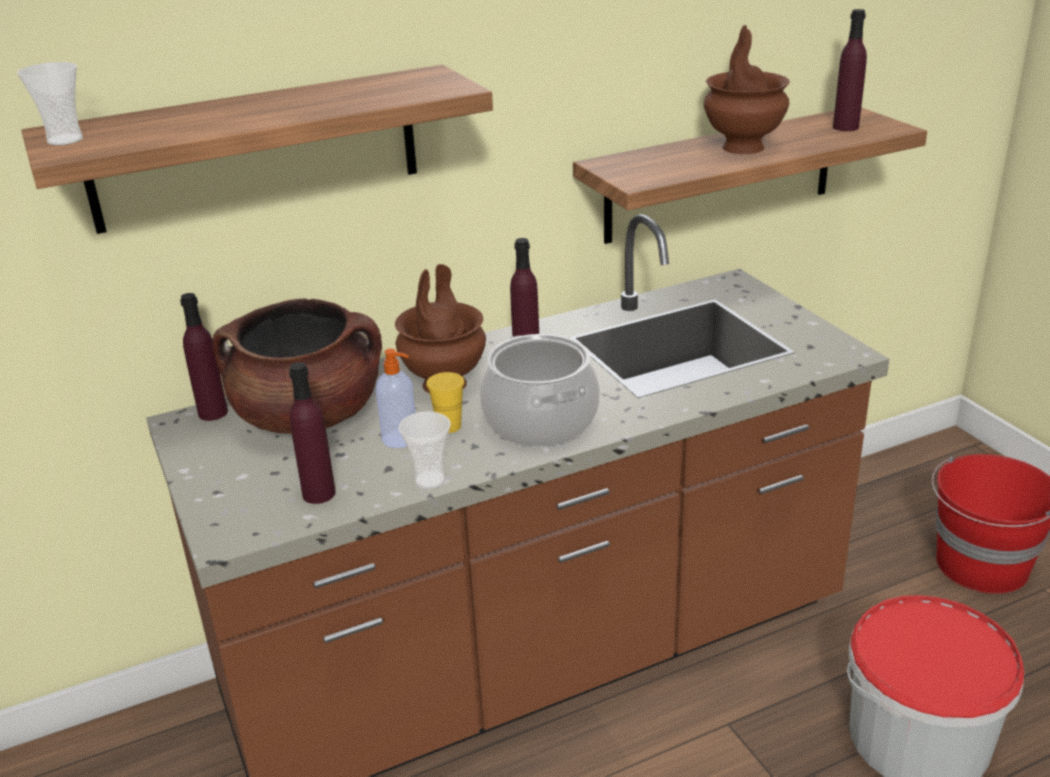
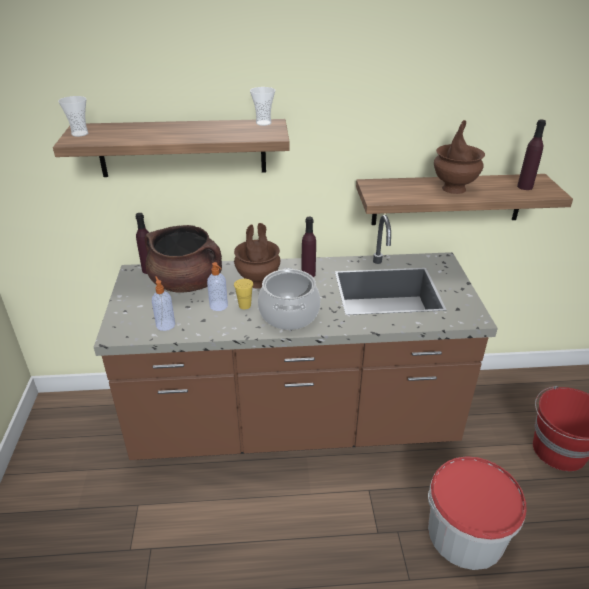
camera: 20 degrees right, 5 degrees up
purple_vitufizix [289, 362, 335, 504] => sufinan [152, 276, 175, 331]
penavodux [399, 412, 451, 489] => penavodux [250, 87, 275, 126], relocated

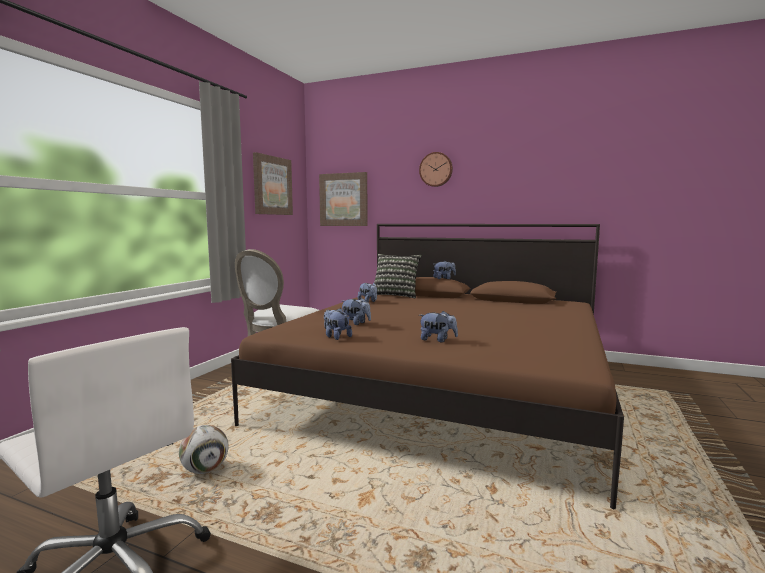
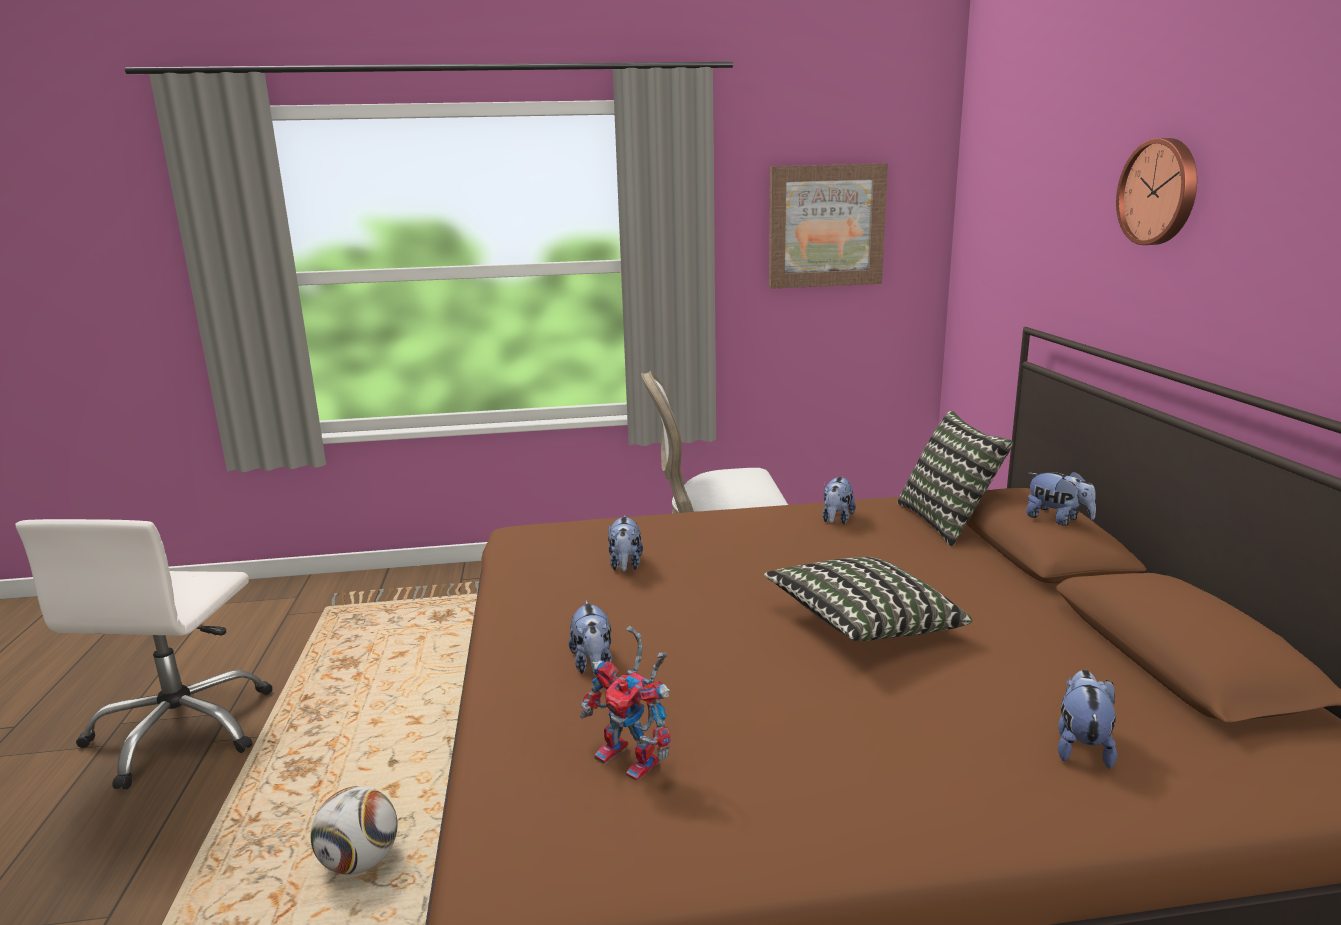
camera: 60 degrees right, 10 degrees up
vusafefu [179, 425, 229, 474] => vusafefu [311, 786, 397, 875], relocated
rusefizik [319, 172, 368, 226] => nothing
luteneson [324, 308, 352, 340] => luteneson [1058, 670, 1117, 769], relocated
nothing => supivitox [580, 626, 671, 781]
nothing => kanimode [764, 557, 972, 641]

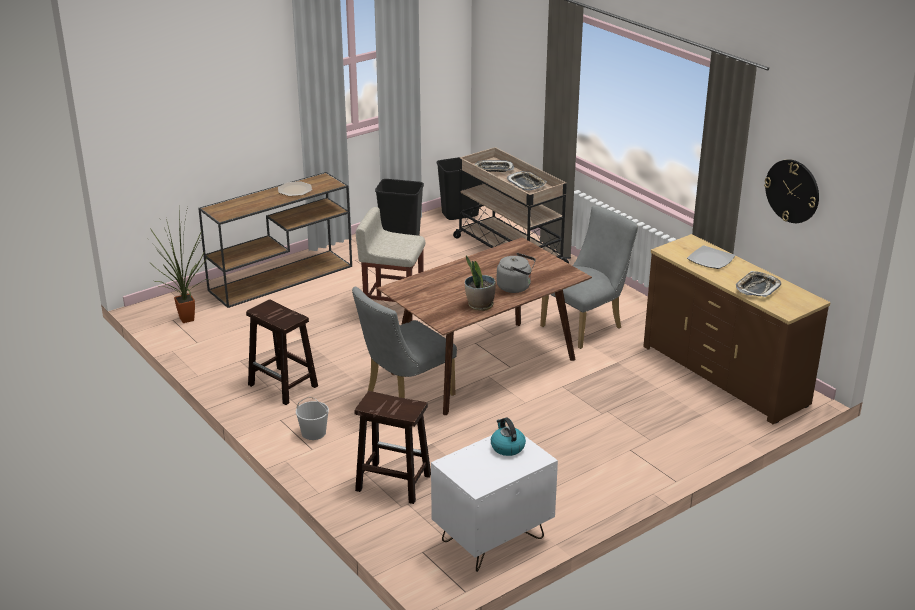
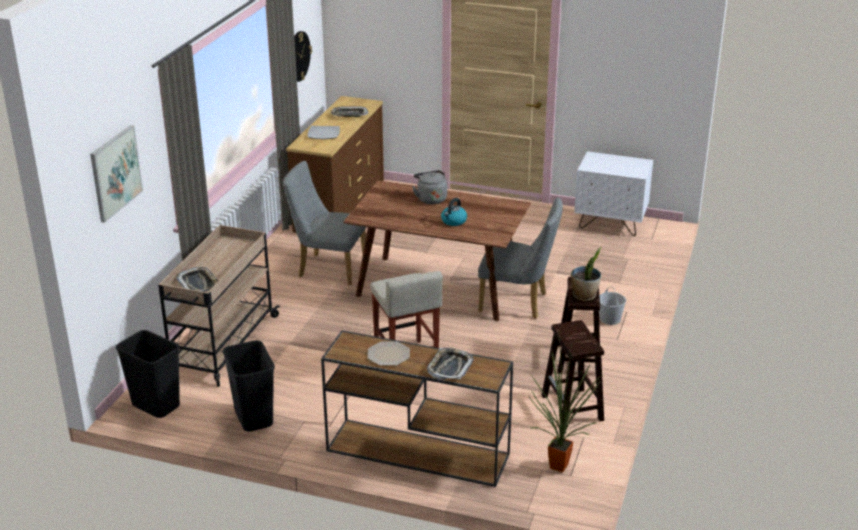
camera: 125 degrees left, 0 degrees up
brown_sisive [355, 391, 431, 504] => brown_sisive [542, 320, 604, 421], relocated
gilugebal [465, 255, 496, 311] => gilugebal [571, 247, 601, 301], relocated
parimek [491, 417, 526, 456] => parimek [441, 198, 467, 226], relocated
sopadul [506, 171, 547, 191] => sopadul [427, 348, 474, 380], relocated
nothing => rusefizik [90, 125, 143, 223]

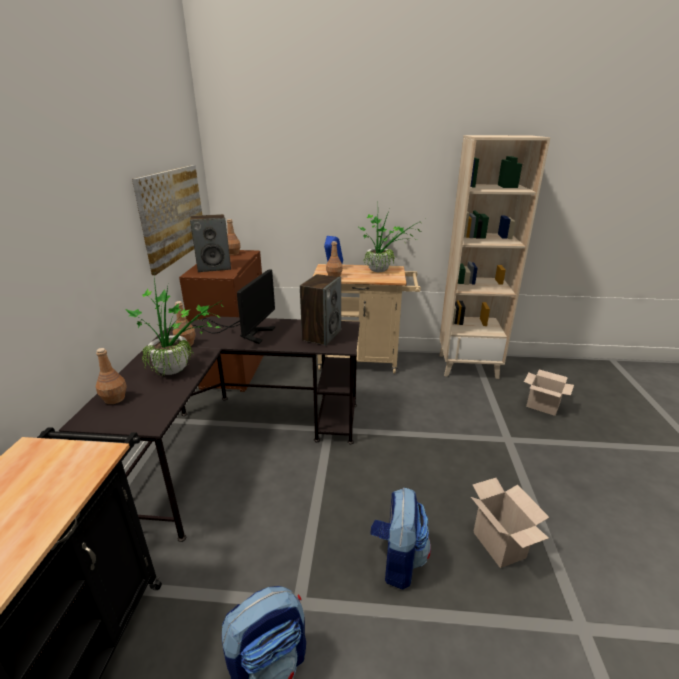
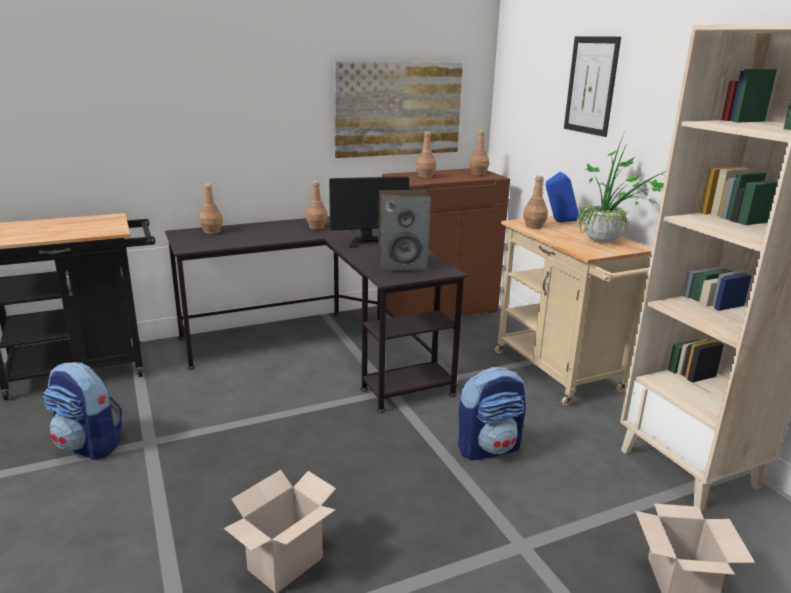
camera: 60 degrees right, 5 degrees down
gilugebal [125, 277, 223, 375] => nothing
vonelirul [190, 214, 231, 272] => brown_vitufizix [416, 132, 436, 178]
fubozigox [370, 487, 431, 590] => fubozigox [458, 367, 526, 460], relocated
nothing => rusefizik [564, 36, 621, 137]

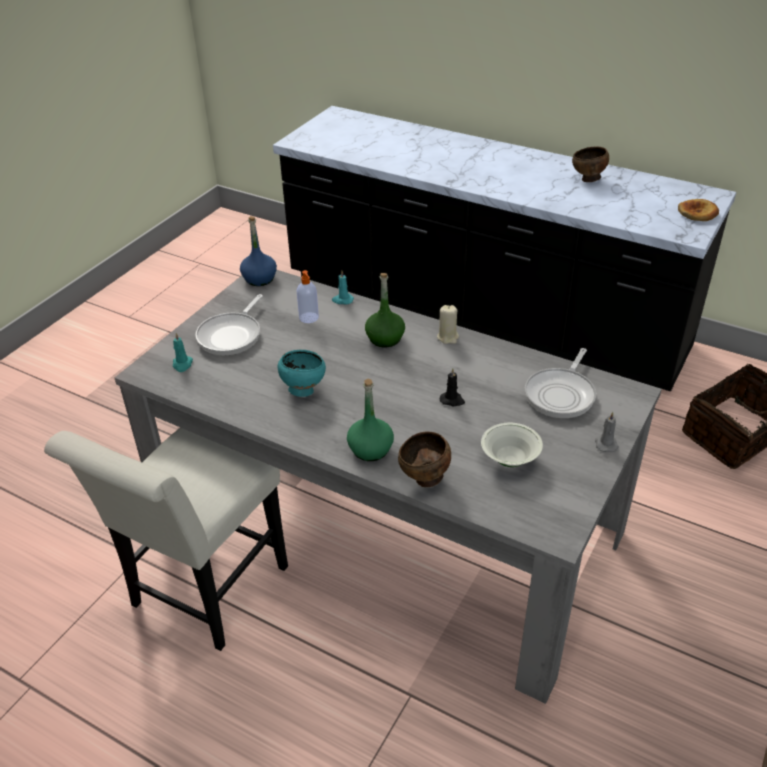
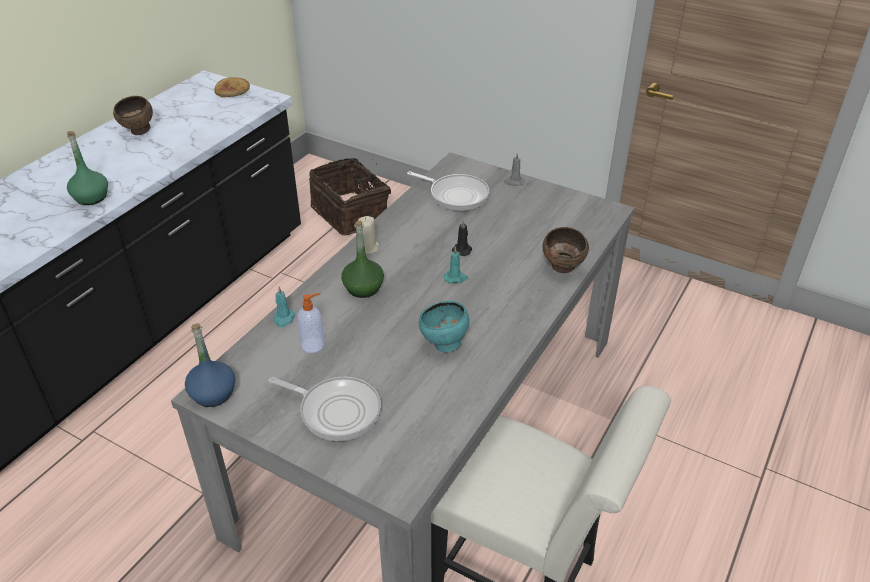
camera: 90 degrees left, 0 degrees up
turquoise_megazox [173, 333, 193, 372] => turquoise_megazox [444, 247, 468, 283], relocated
green_vitufizix [347, 379, 394, 461] => green_vitufizix [67, 131, 108, 205], relocated
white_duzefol [481, 423, 543, 467] => nothing

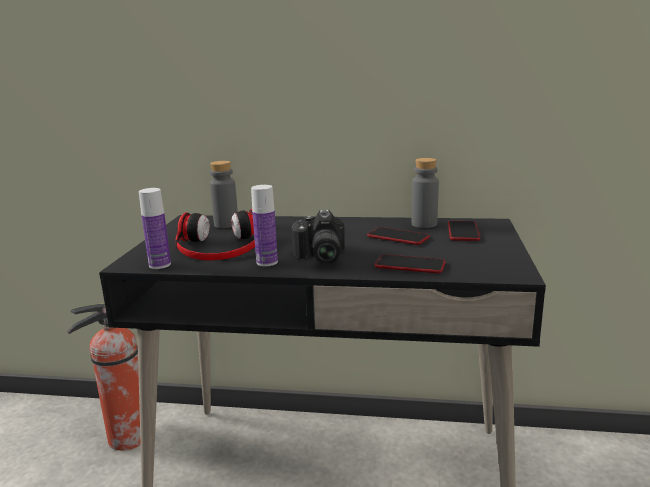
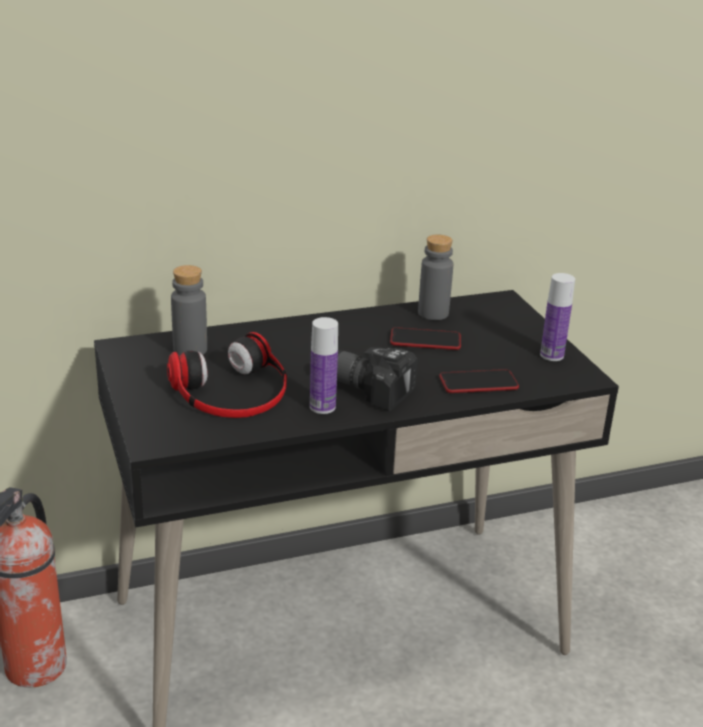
camera: 30 degrees left, 10 degrees up
vitufizix [139, 188, 171, 269] => vitufizix [540, 273, 575, 361], relocated
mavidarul [291, 210, 345, 265] => mavidarul [337, 347, 418, 412], 150 degrees clockwise
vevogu [448, 221, 480, 241] => nothing

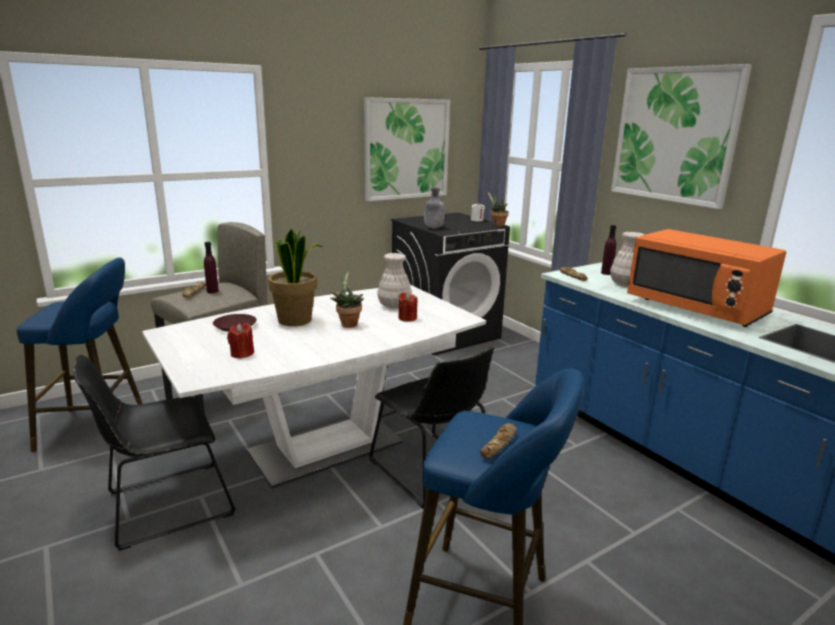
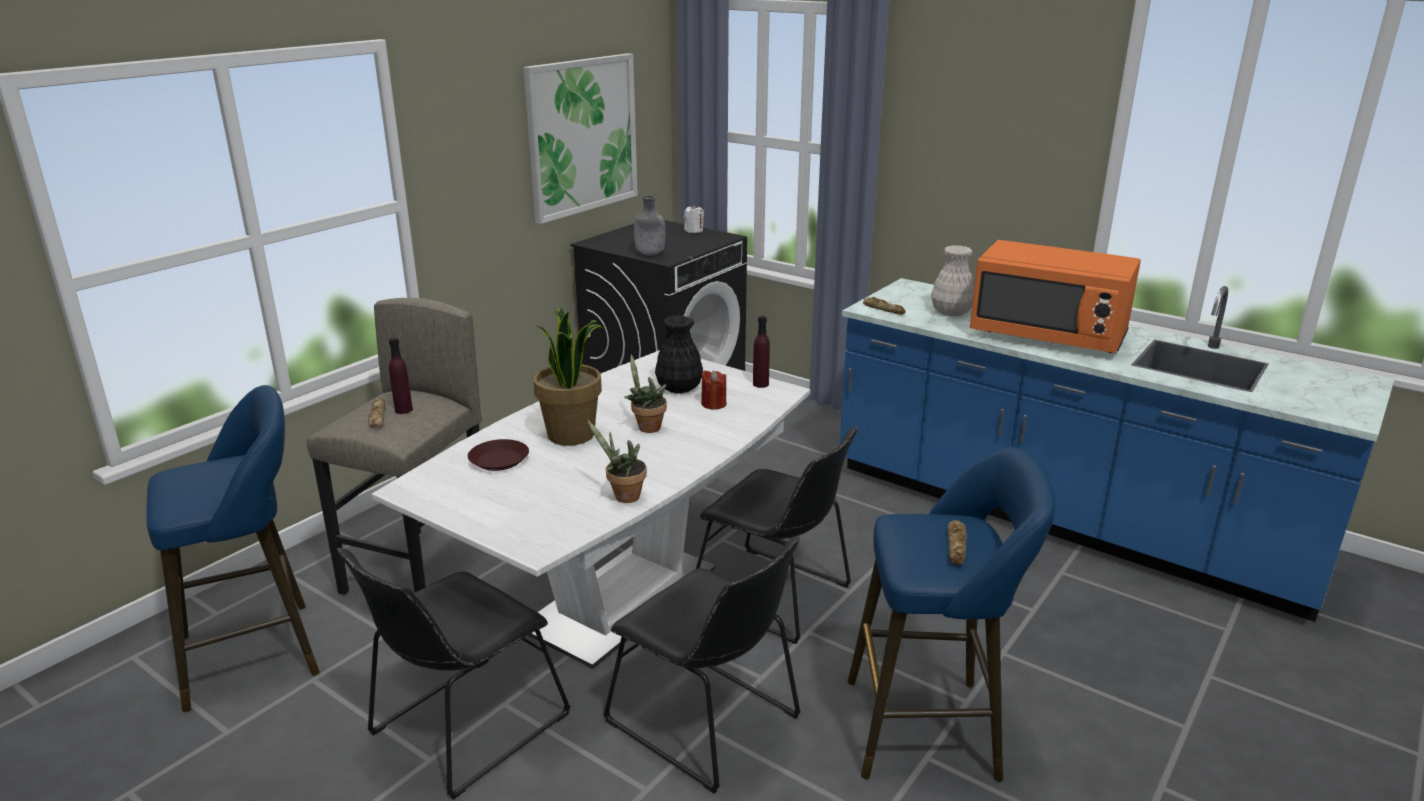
camera: 20 degrees left, 5 degrees up
red_megazox [227, 323, 254, 359] => nothing
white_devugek [377, 253, 412, 309] => black_devugek [655, 315, 703, 393]
gilugebal [487, 191, 509, 227] => gilugebal [587, 419, 647, 503], relocated
purple_vitufizix [601, 225, 616, 275] => purple_vitufizix [753, 316, 770, 388], relocated
rusefizik [611, 64, 752, 209] => nothing
nothing => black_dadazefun [603, 537, 801, 794]

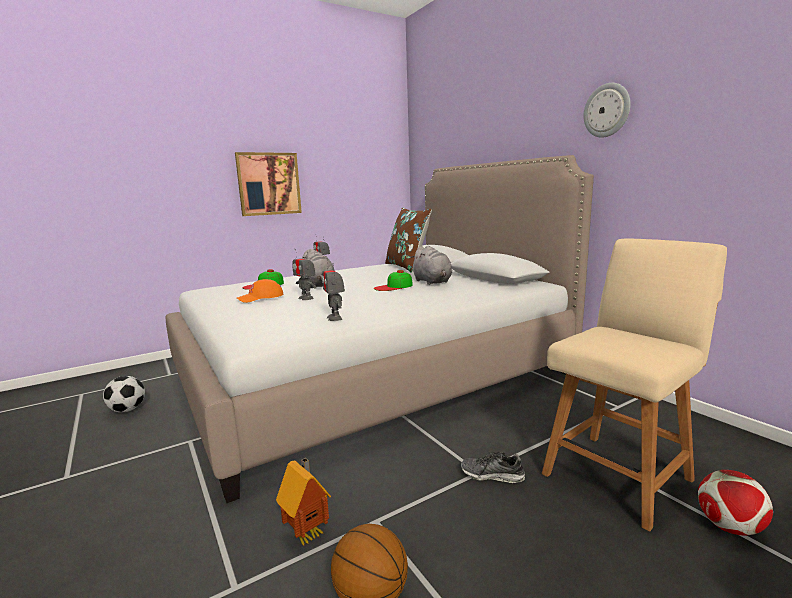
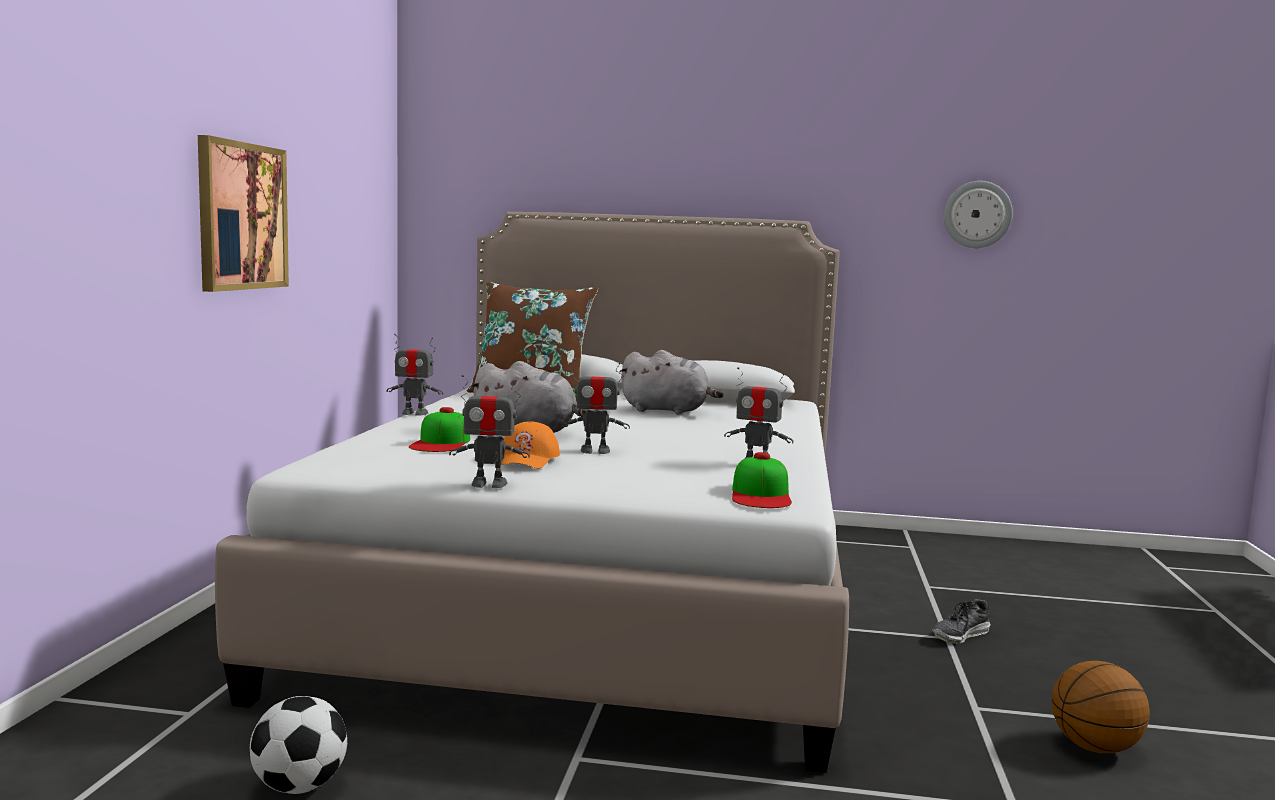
camera: 50 degrees left, 5 degrees down
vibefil [276, 458, 331, 545] => nothing
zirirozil [374, 270, 413, 291] => zirirozil [732, 452, 792, 508], relocated
beige_dadazefun [542, 239, 727, 532] => nothing
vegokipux [583, 83, 631, 138] => vegokipux [944, 181, 1013, 248], relocated
vusafefu [698, 470, 773, 536] => nothing
nothing => supivitox [449, 375, 530, 488]

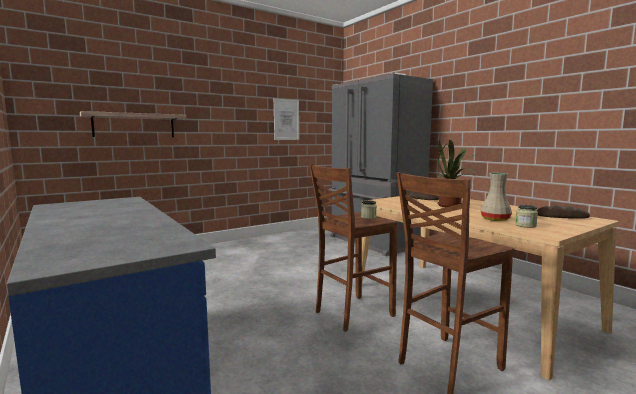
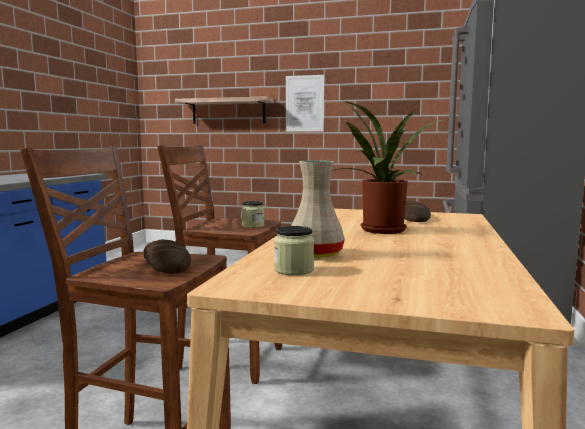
camera: 50 degrees right, 0 degrees up
rusefizik [274, 98, 299, 140] => rusefizik [286, 75, 324, 132], relocated
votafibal [537, 206, 590, 219] => votafibal [143, 239, 191, 274], relocated

